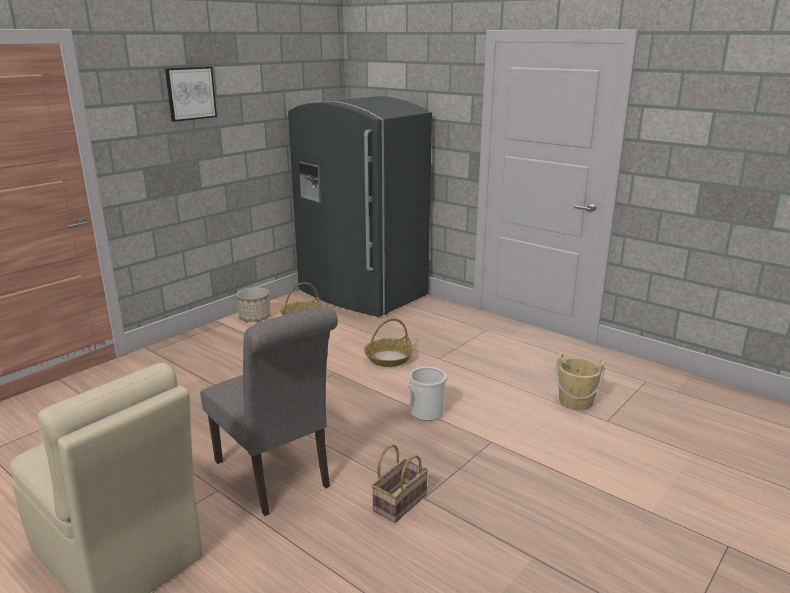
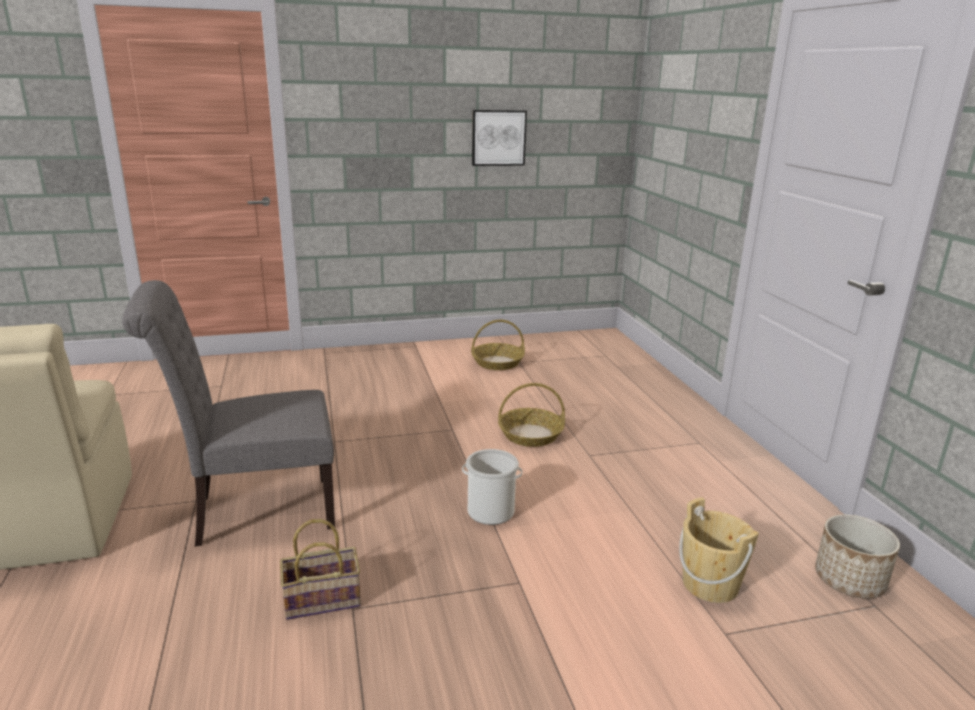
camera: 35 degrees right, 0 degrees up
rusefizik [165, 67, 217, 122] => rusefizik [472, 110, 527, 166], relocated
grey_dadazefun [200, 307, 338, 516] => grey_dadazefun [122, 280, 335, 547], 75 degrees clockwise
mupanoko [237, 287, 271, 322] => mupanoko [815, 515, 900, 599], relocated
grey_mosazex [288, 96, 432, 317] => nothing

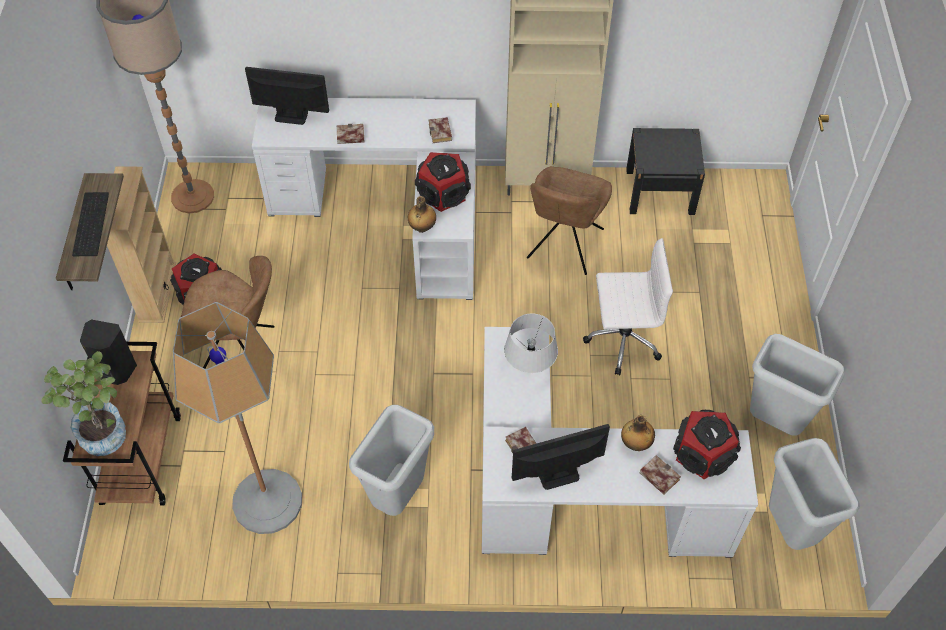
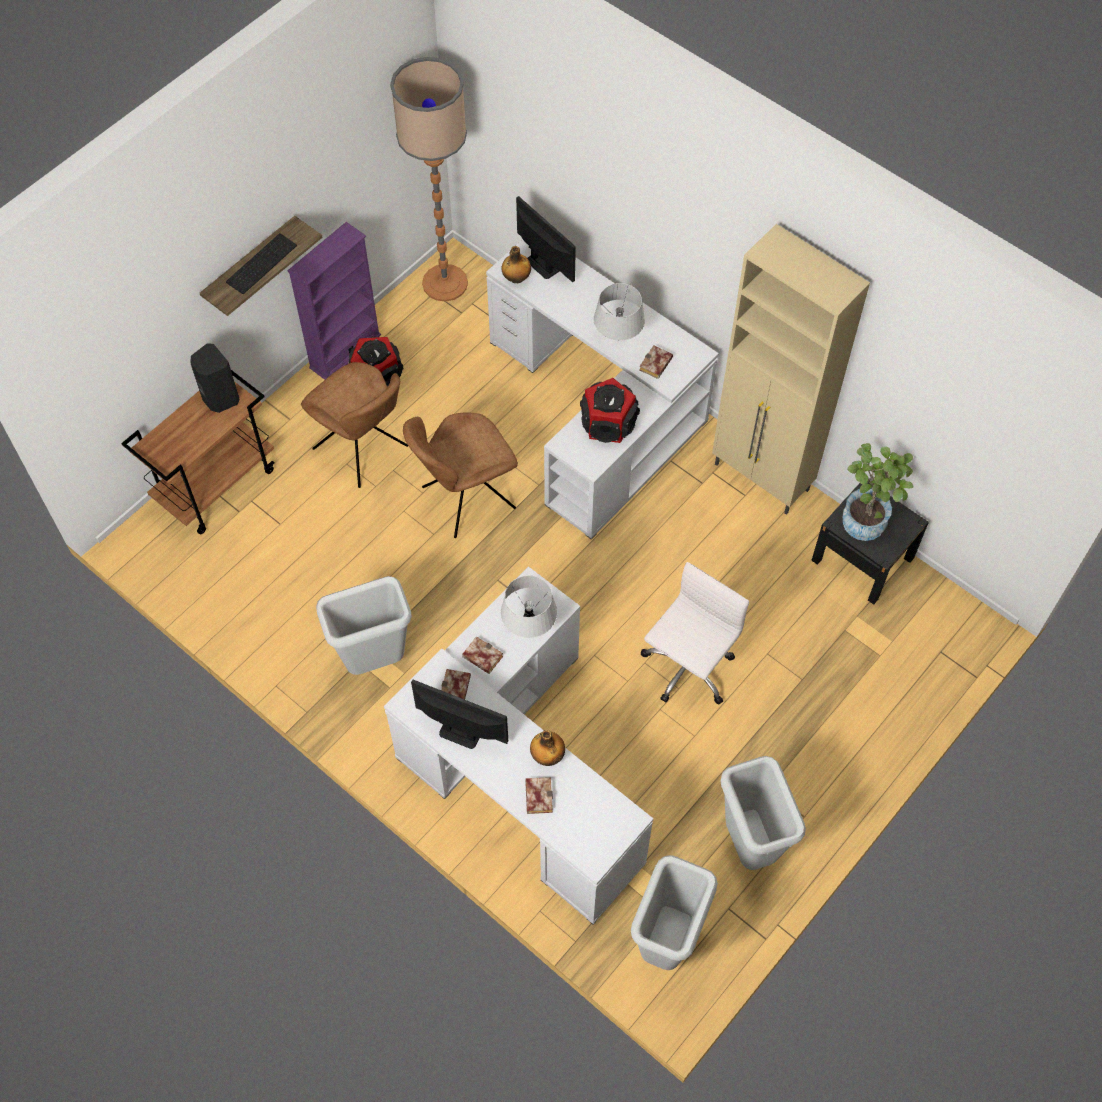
camera: 40 degrees right, 5 degrees up
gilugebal [41, 351, 126, 456] => gilugebal [842, 443, 913, 541], relocated
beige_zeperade [107, 166, 176, 323] => purple_zeperade [287, 222, 381, 380]
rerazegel [173, 302, 302, 534] => nothing
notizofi [337, 124, 365, 144] => notizofi [462, 636, 503, 674], relocated
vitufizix [408, 196, 436, 233] => vitufizix [502, 246, 531, 283], relocated
brown_dadazefun [527, 166, 612, 275] => brown_dadazefun [403, 413, 518, 538], relocated
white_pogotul [583, 238, 673, 375] => white_pogotul [641, 562, 749, 705], 90 degrees counterclockwise
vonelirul [673, 410, 741, 479] => nothing
nothing => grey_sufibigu [594, 283, 645, 341]

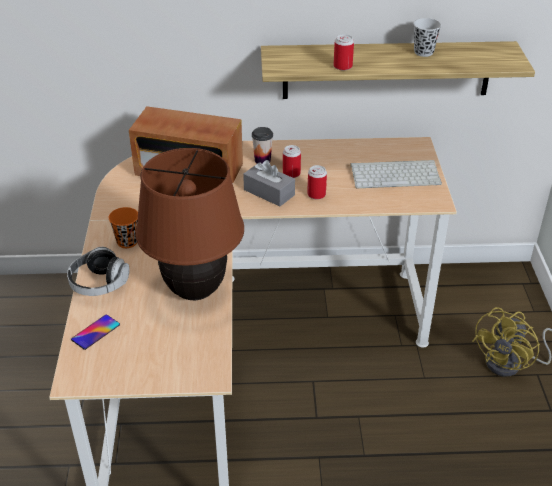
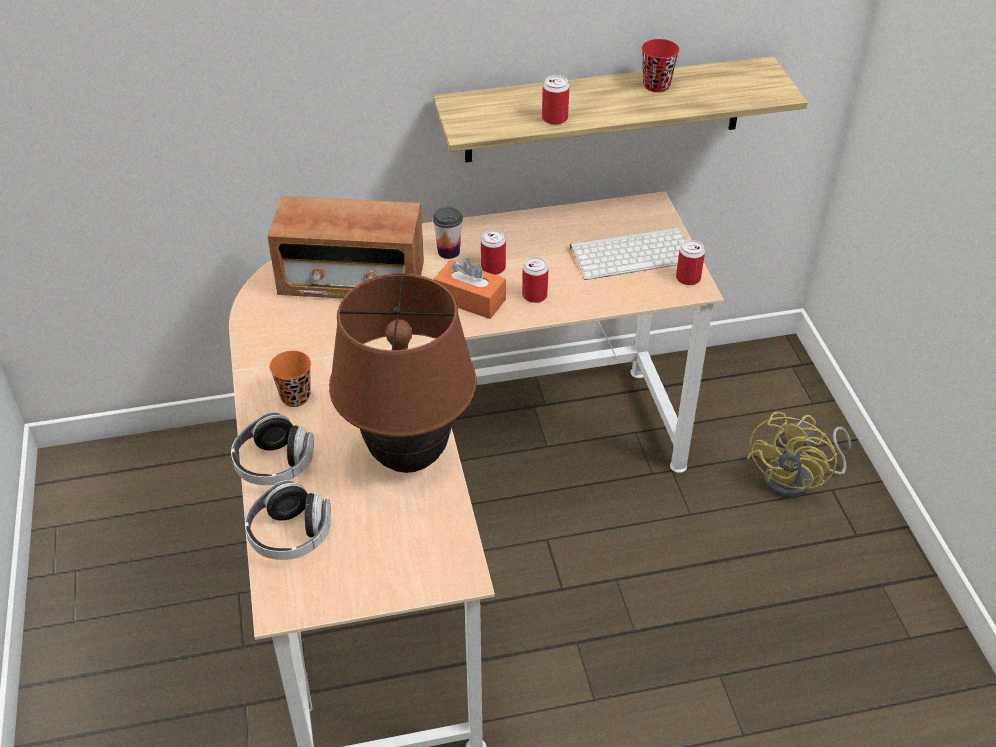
camera: 10 degrees left, 5 degrees up
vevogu [71, 315, 120, 350] => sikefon [245, 480, 331, 560]
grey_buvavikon [243, 160, 295, 206] => orange_buvavikon [434, 258, 506, 319]
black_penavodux [413, 18, 441, 57] => red_penavodux [642, 39, 680, 92]
nothing => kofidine [676, 240, 705, 285]

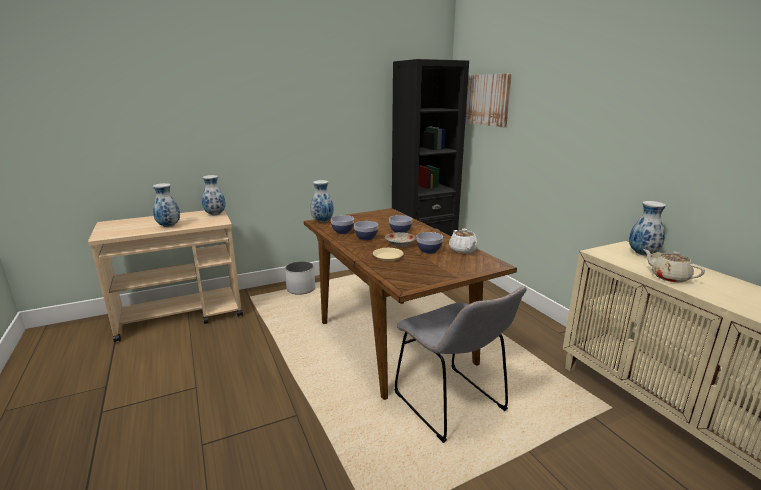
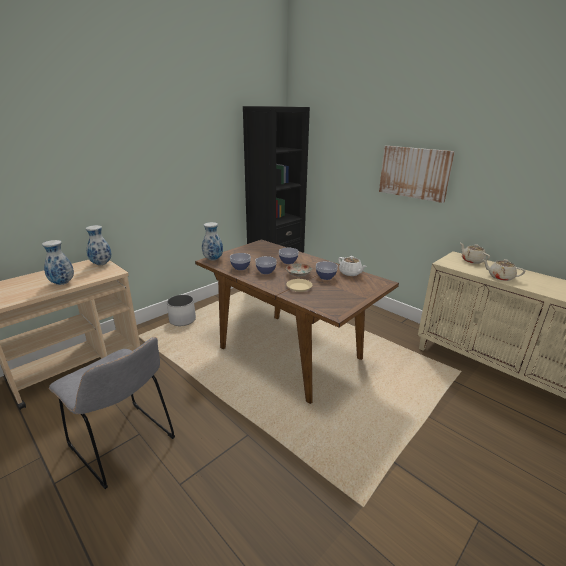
camera: 20 degrees left, 5 degrees up
grey_dadazefun [394, 286, 527, 443] => grey_dadazefun [49, 337, 175, 489], relocated
rusefizik [465, 74, 512, 127] => rusefizik [379, 146, 455, 203], relocated
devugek [629, 201, 666, 256] => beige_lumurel [460, 243, 490, 264]

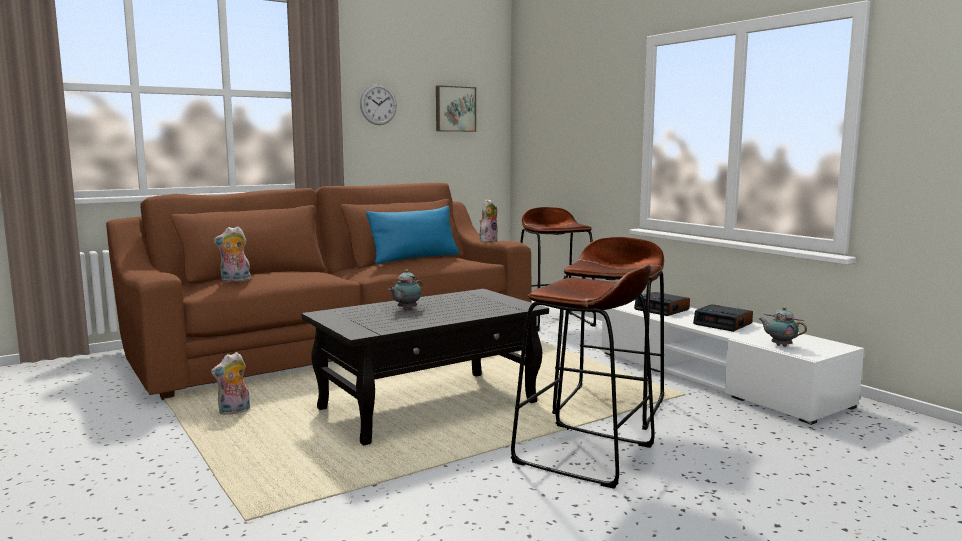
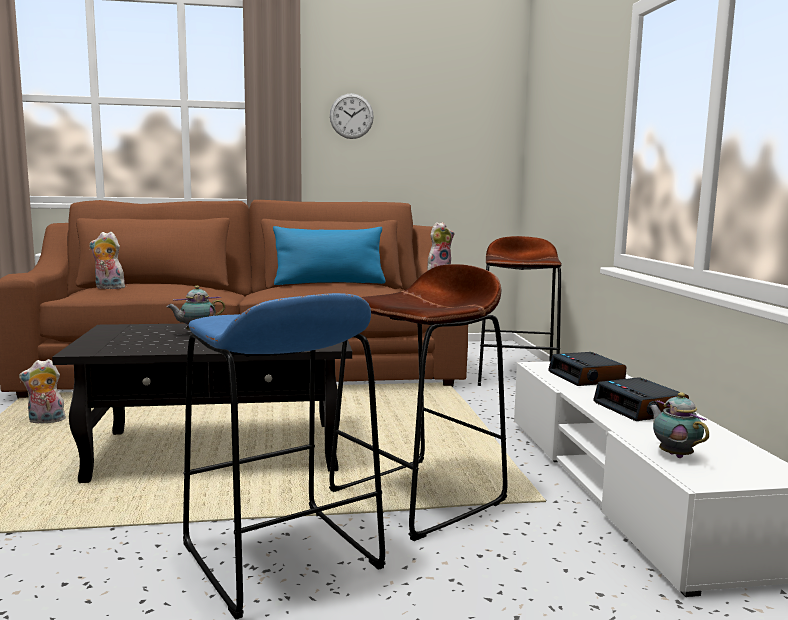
camera: 25 degrees right, 0 degrees up
rusefizik [436, 85, 476, 132] => nothing
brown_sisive [510, 264, 655, 489] => blue_sisive [183, 293, 385, 620]

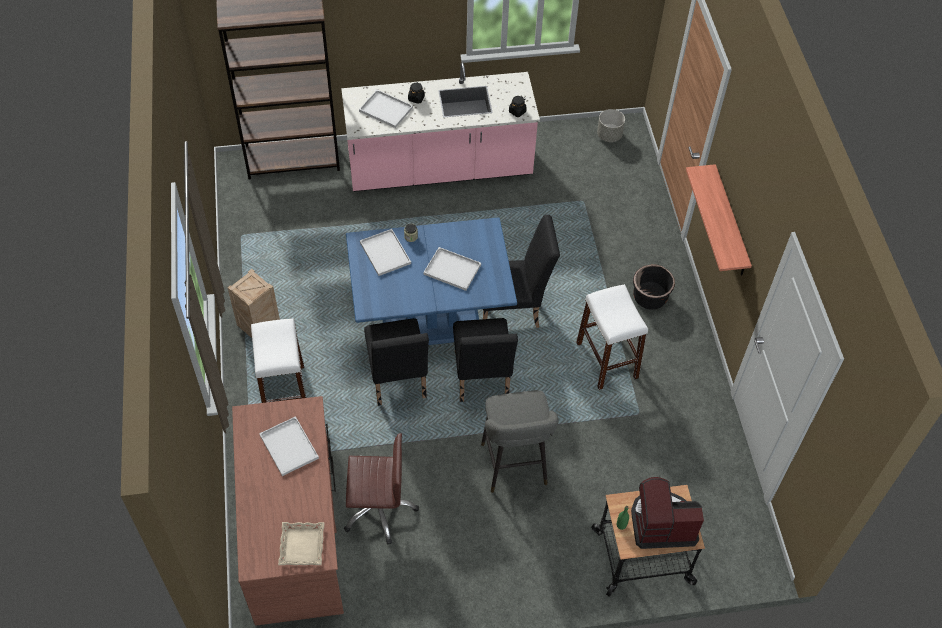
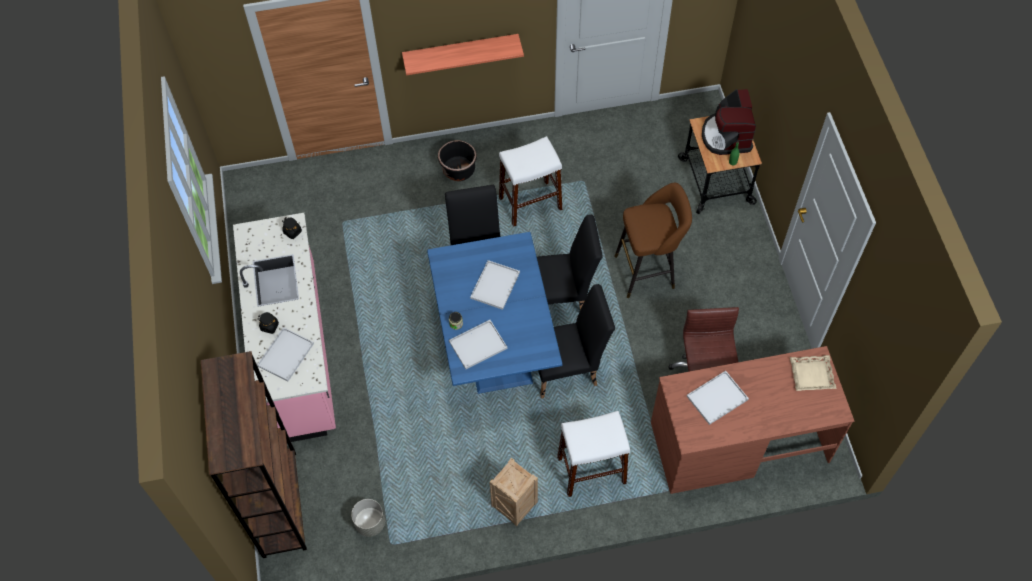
camera: 90 degrees left, 5 degrees up
grey_sisive [481, 390, 559, 493] => brown_sisive [614, 183, 692, 298]
grey_mupanoko [597, 109, 625, 142] => grey_mupanoko [351, 499, 385, 537], relocated

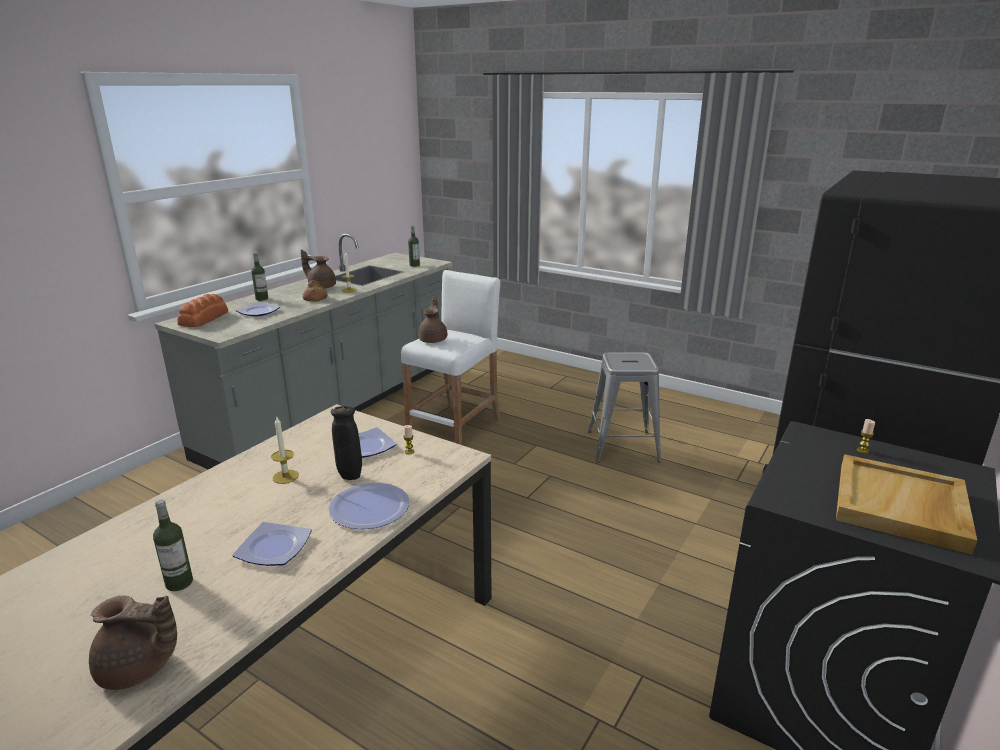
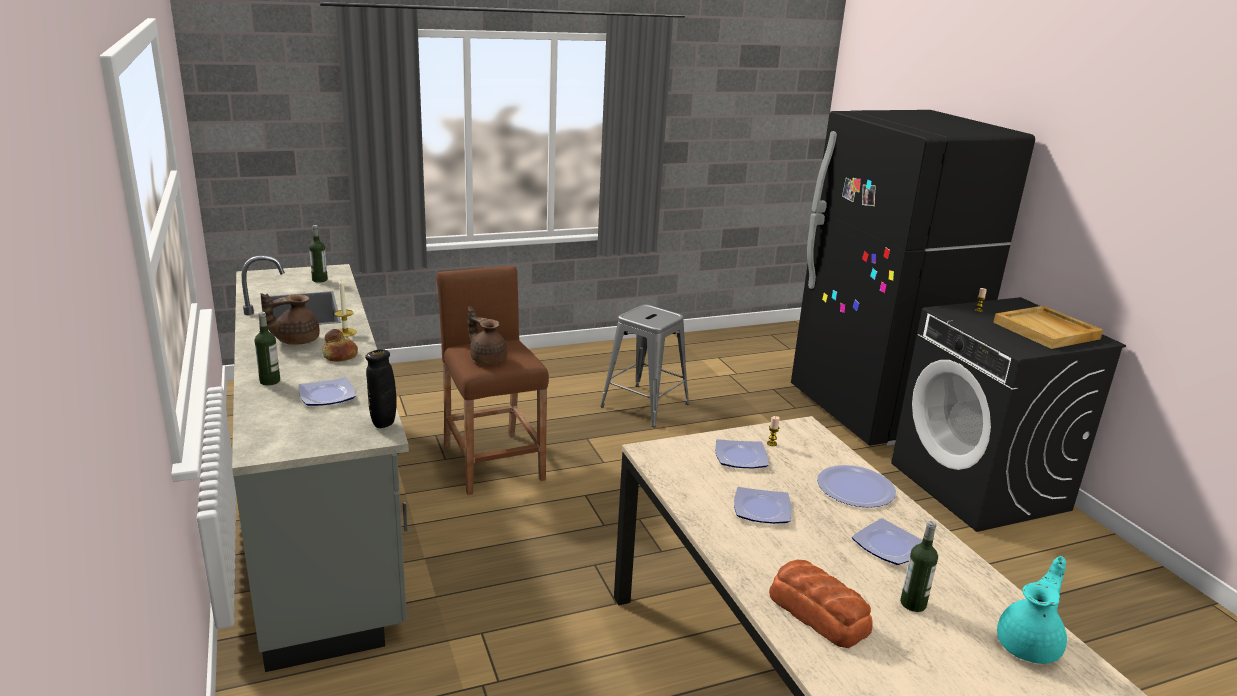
camera: 55 degrees left, 0 degrees up
brown_lumurel [89, 595, 177, 690] => turquoise_lumurel [997, 556, 1067, 664]
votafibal [177, 294, 228, 327] => votafibal [769, 560, 873, 648], relocated
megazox [271, 417, 299, 484] => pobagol [734, 487, 792, 524]
black_devugek [331, 406, 362, 480] => black_devugek [365, 349, 397, 428], relocated
white_sisive [401, 270, 500, 445] => brown_sisive [436, 265, 549, 495]

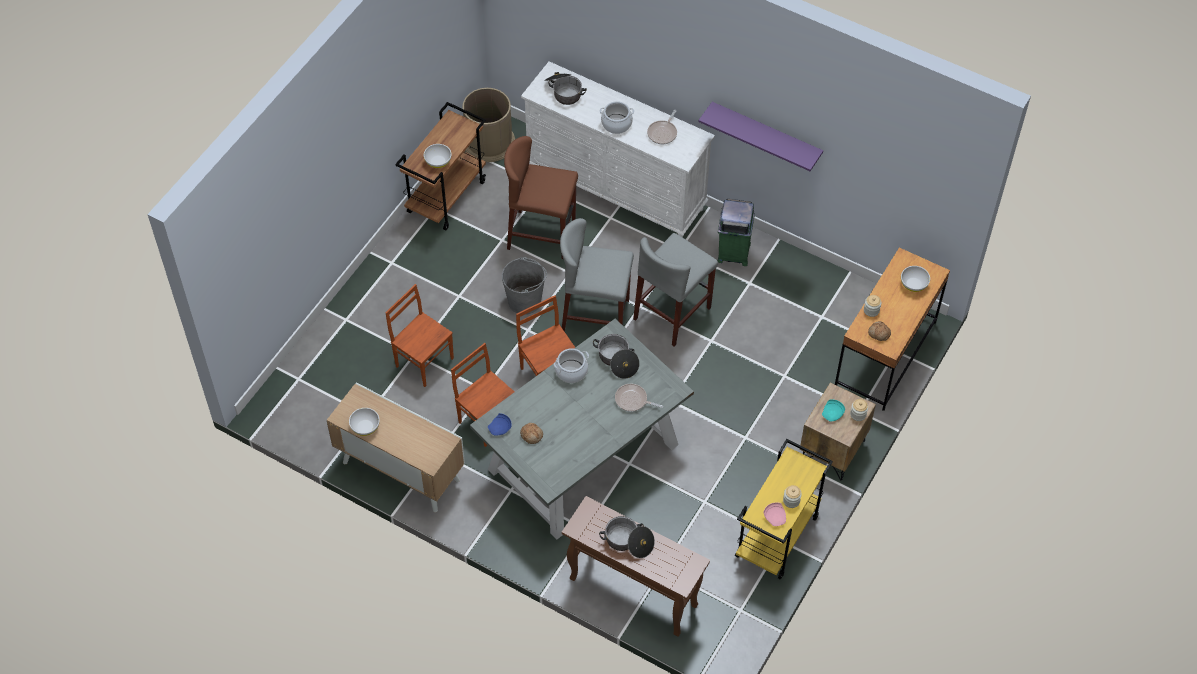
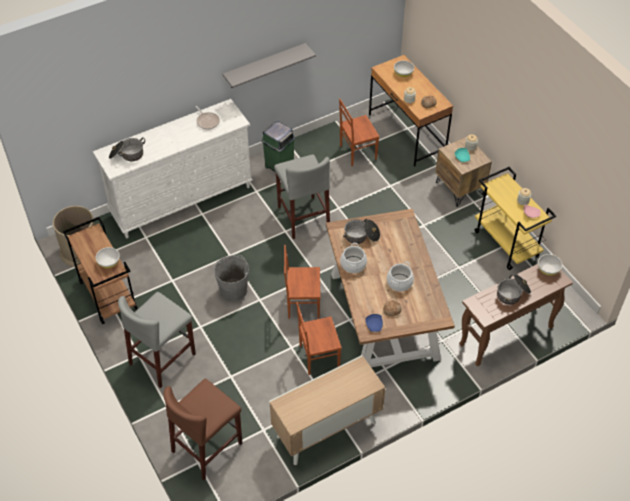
camera: 60 degrees left, 5 degrees down
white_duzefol [349, 408, 380, 436] => white_duzefol [538, 254, 562, 276], relocated
brown_dadazefun [385, 284, 454, 387] => brown_dadazefun [339, 99, 380, 166], relocated
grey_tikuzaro [470, 319, 694, 539] => brown_tikuzaro [326, 209, 455, 367]
brown_sisive [504, 136, 578, 259] => brown_sisive [164, 379, 242, 480], relocated
grey_sisive [560, 218, 634, 332] => grey_sisive [118, 292, 196, 388], relocated
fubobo [600, 101, 634, 134] => fubobo [387, 262, 414, 292], relocated
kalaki [615, 384, 663, 412] => nothing
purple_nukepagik [699, 102, 823, 171] => grey_nukepagik [223, 43, 316, 88]

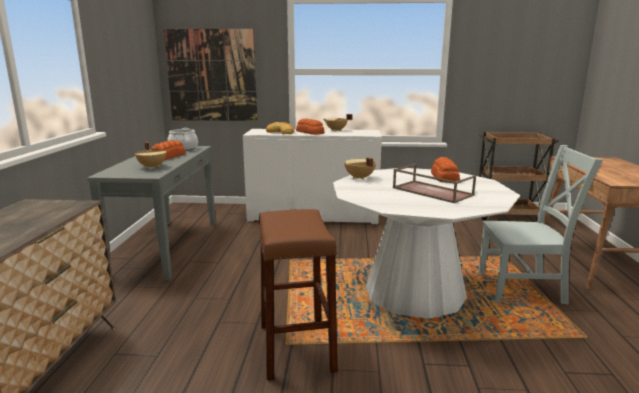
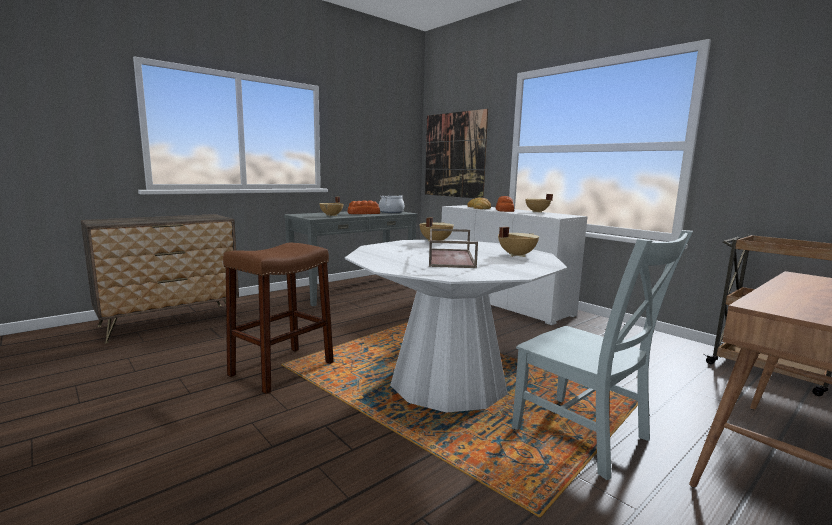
camera: 45 degrees right, 5 degrees down
votafibal [431, 157, 460, 183] => beige_fubobo [498, 227, 539, 257]

